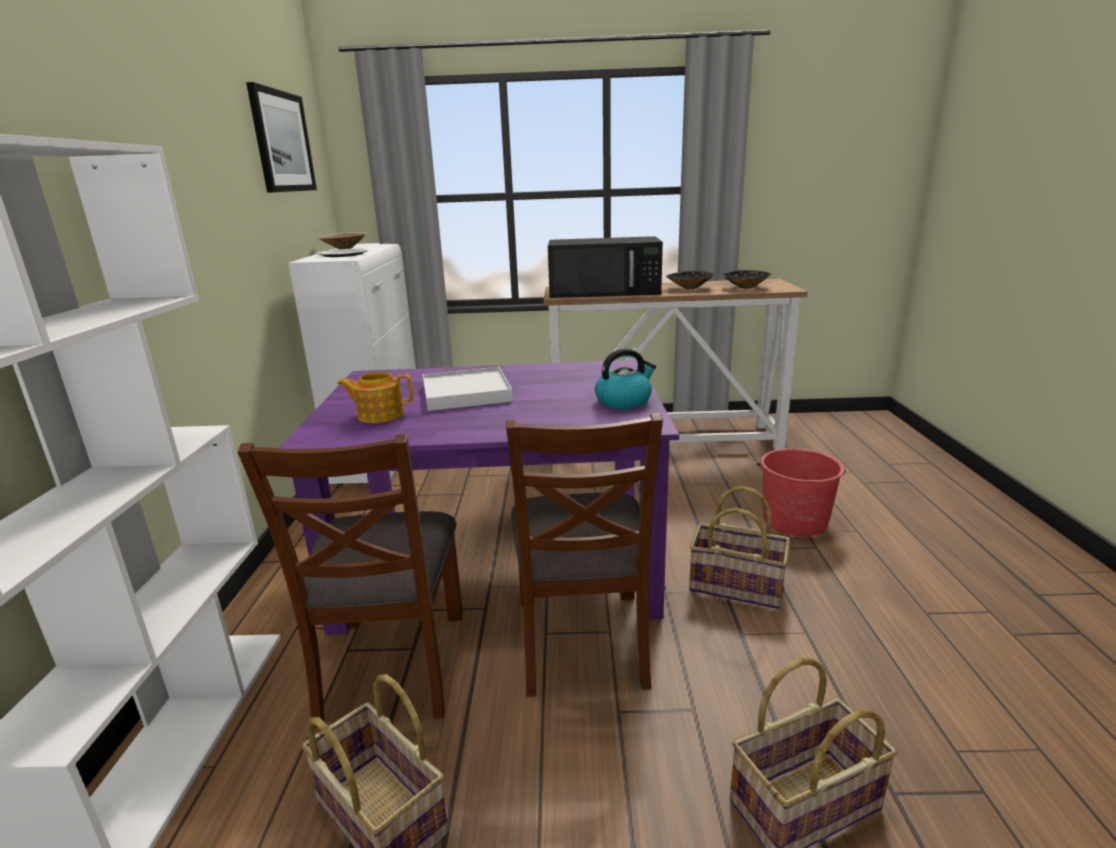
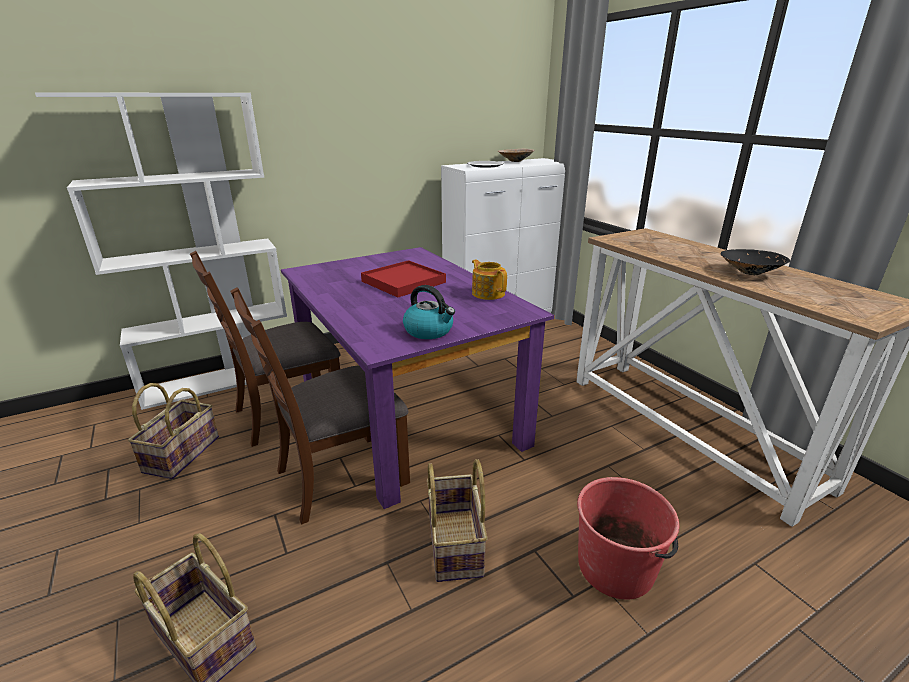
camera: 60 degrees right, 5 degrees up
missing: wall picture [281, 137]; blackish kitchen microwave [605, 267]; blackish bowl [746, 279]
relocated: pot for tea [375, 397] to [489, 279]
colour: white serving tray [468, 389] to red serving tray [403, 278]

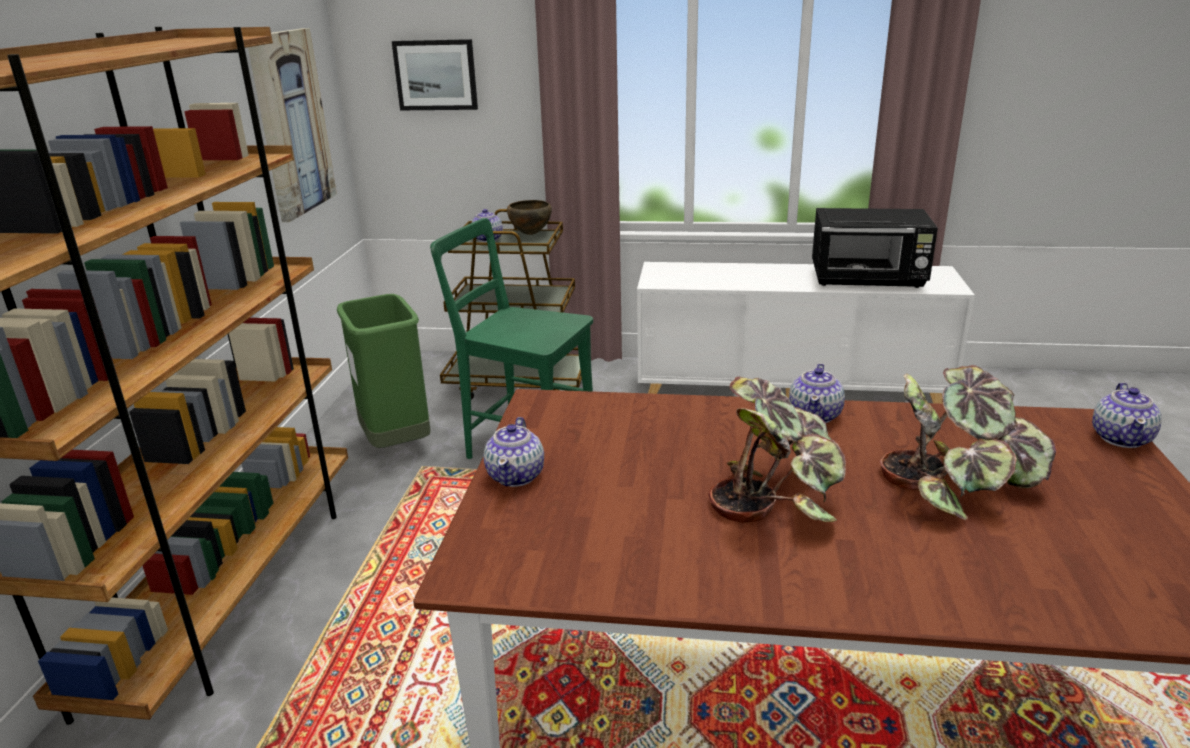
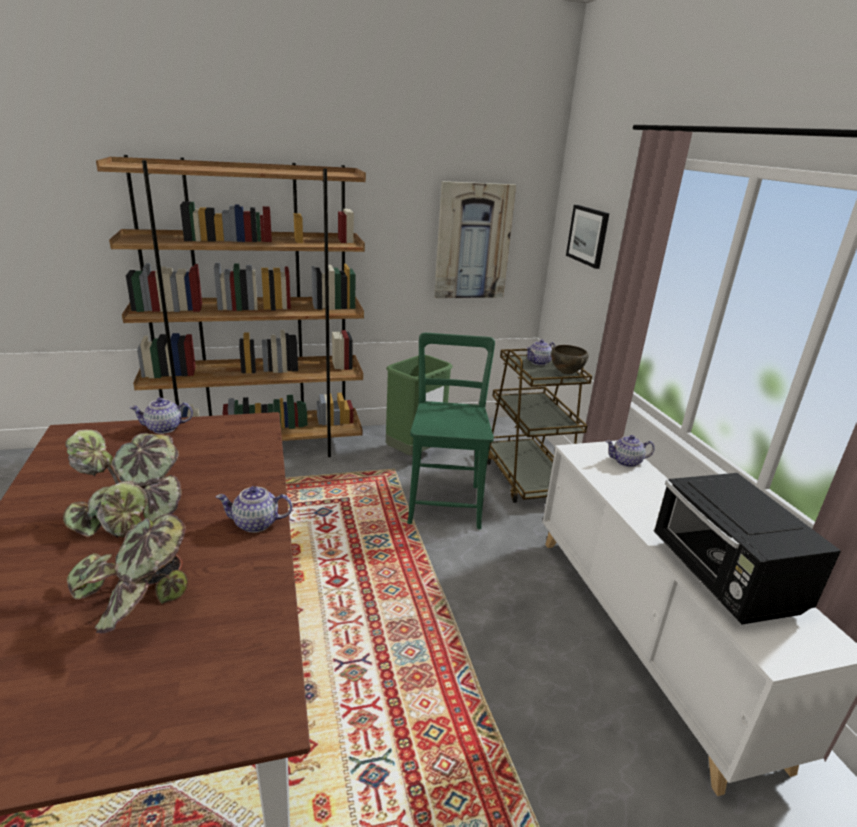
camera: 65 degrees right, 0 degrees up
relocated: pot for tea [1126, 415] to [630, 451]

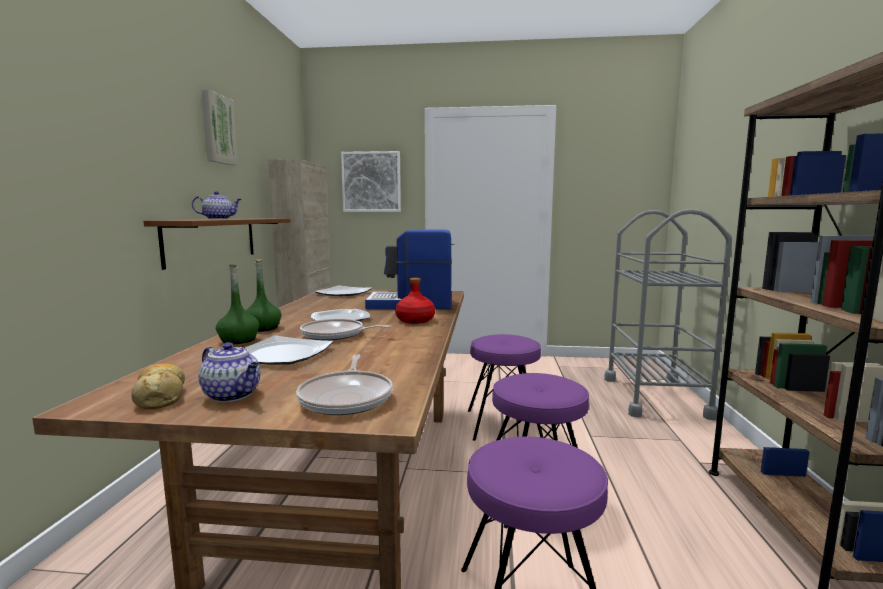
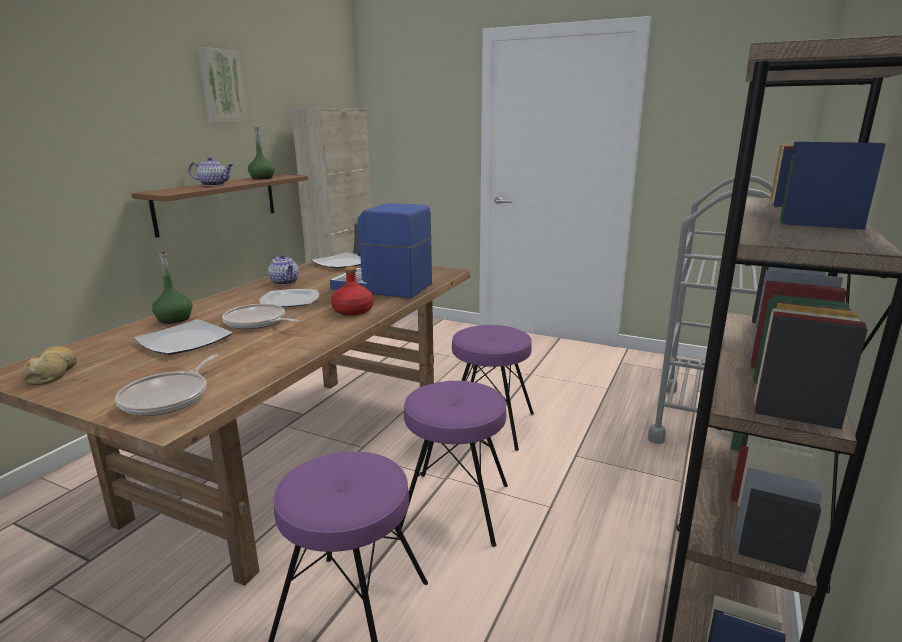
camera: 20 degrees right, 10 degrees up
missing: wall picture [371, 181]
relocated: pot for tea [229, 372] to [283, 269]; greenish beverage bottle [263, 295] to [261, 153]

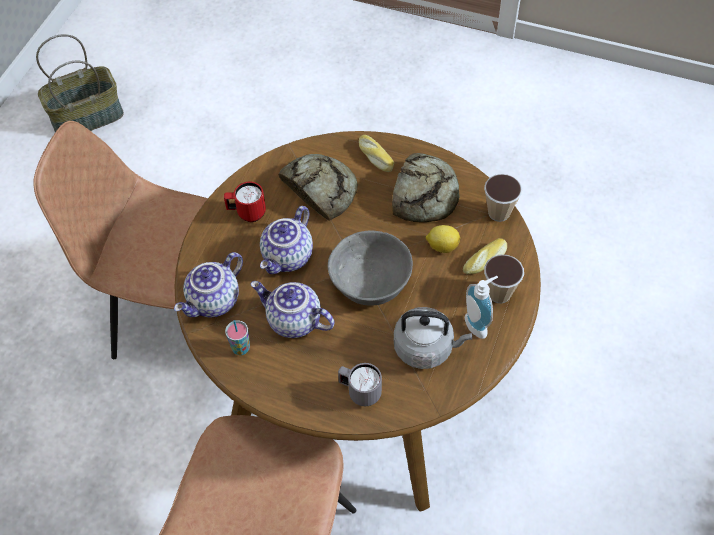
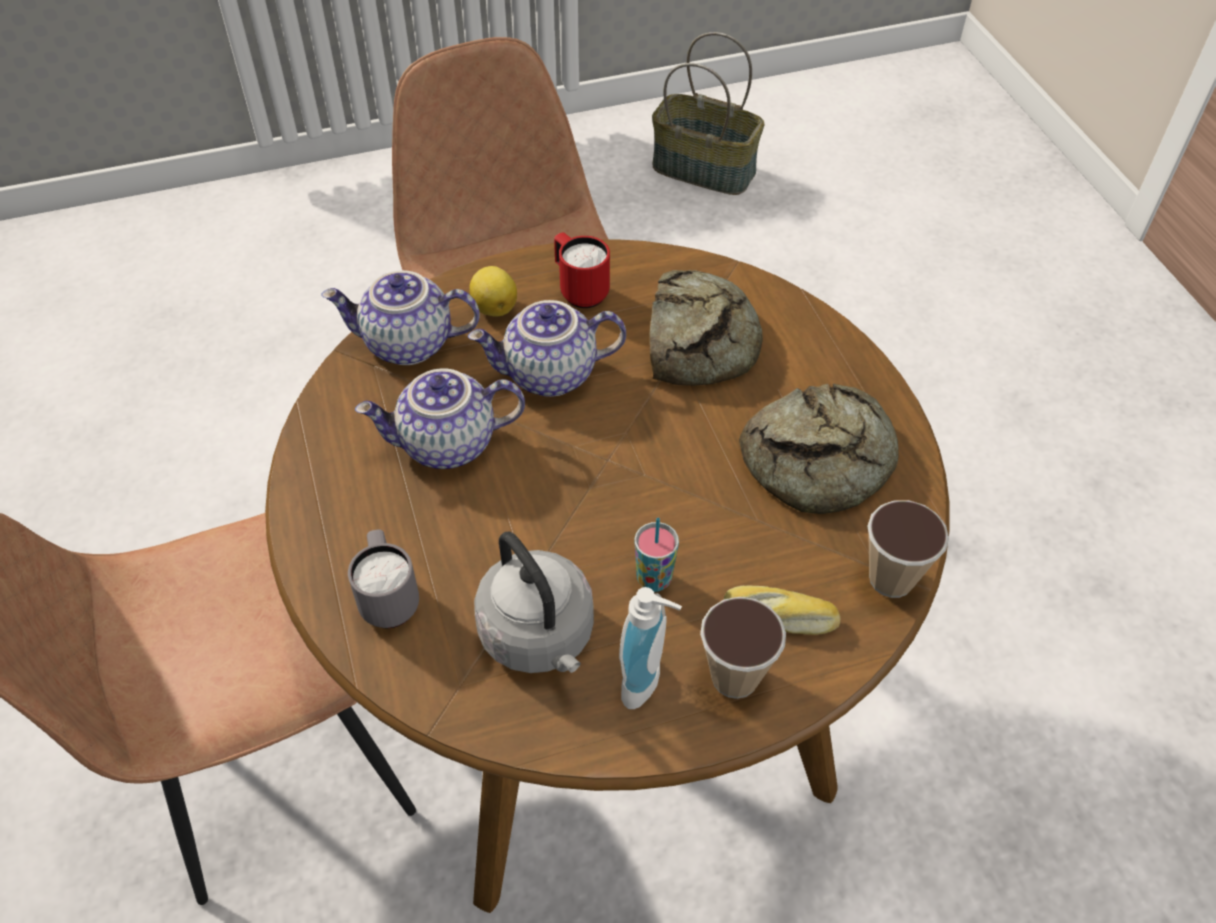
camera: 50 degrees right, 5 degrees down
missing: gray bowl [370, 268]; bread [376, 153]
relocated: small cup [237, 337] to [656, 554]; whole lemon [443, 239] to [493, 291]
spun: pot for tea [293, 309] = [440, 418] 90 degrees counterclockwise

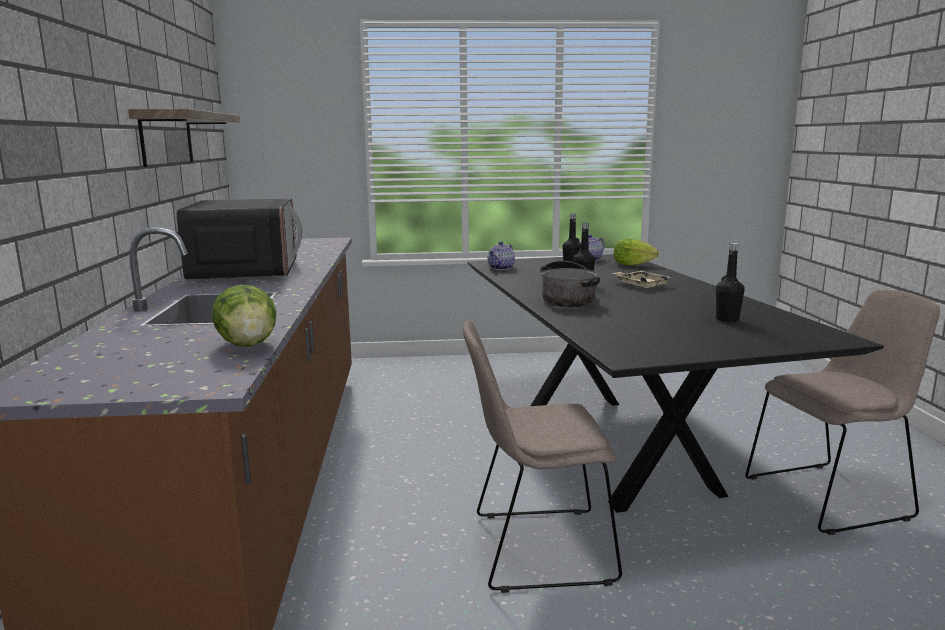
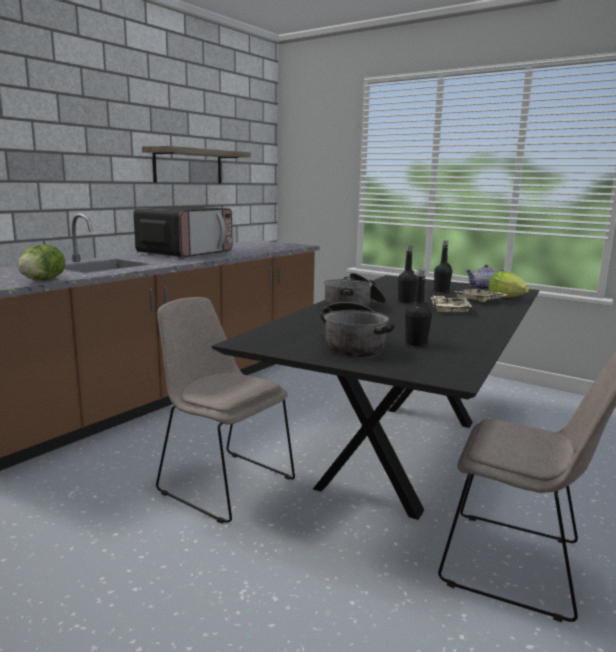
camera: 40 degrees right, 0 degrees up
missing: pot for tea [501, 255]
appeared: cooking pot [357, 329]; beige serving tray [481, 293]

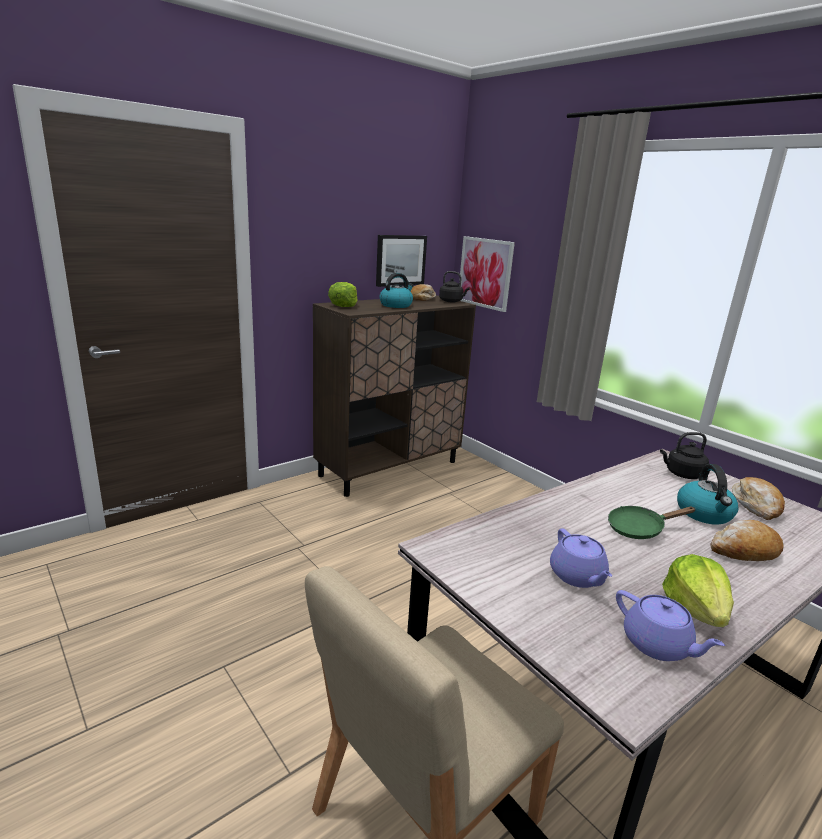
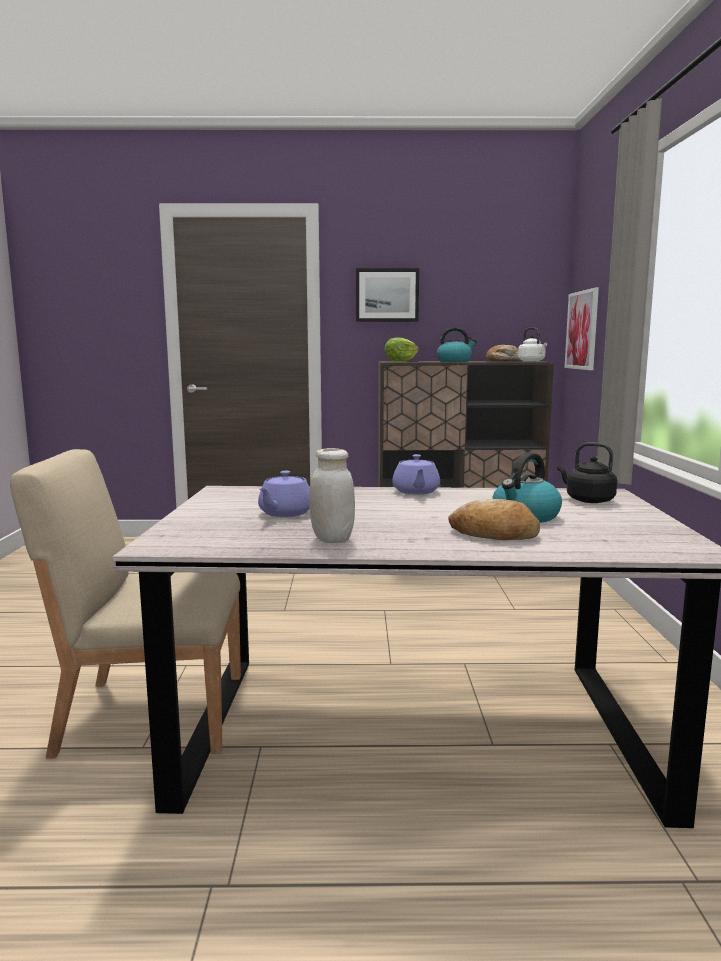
camera: 40 degrees right, 10 degrees down
missing: greenish skillet [652, 522]; bread [758, 498]
relocated: wall picture [401, 261] to [387, 295]; purple-coloured pot for tea [670, 625] to [416, 474]
exchanged: lettuce [698, 590] to white storage jar [332, 495]
colour: blackish kettle [454, 286] to white kettle [532, 344]

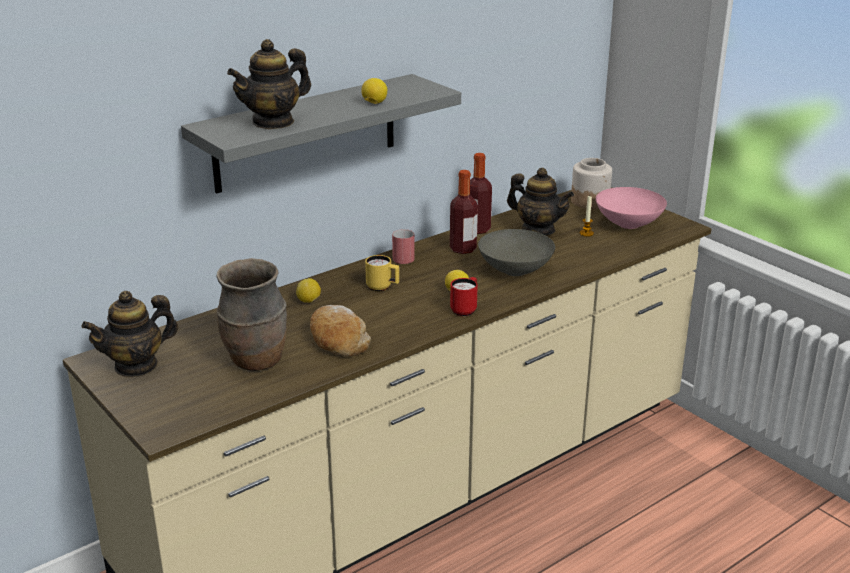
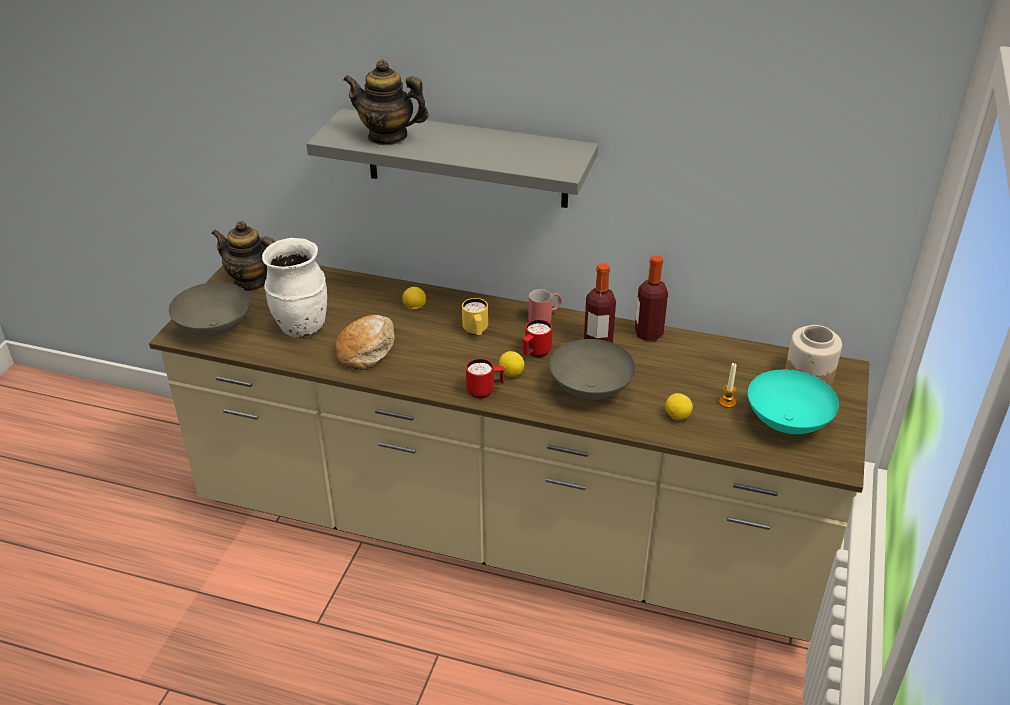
camera: 55 degrees right, 10 degrees up
missing: pot for tea [540, 201]
appeared: gray bowl [209, 309]; red tea mug [537, 338]
relocated: whole lemon [374, 91] to [679, 406]
colour: brownish flower vase [252, 314] to white flower vase [294, 288]; pink bowl [631, 208] to turquoise-coloured bowl [793, 401]

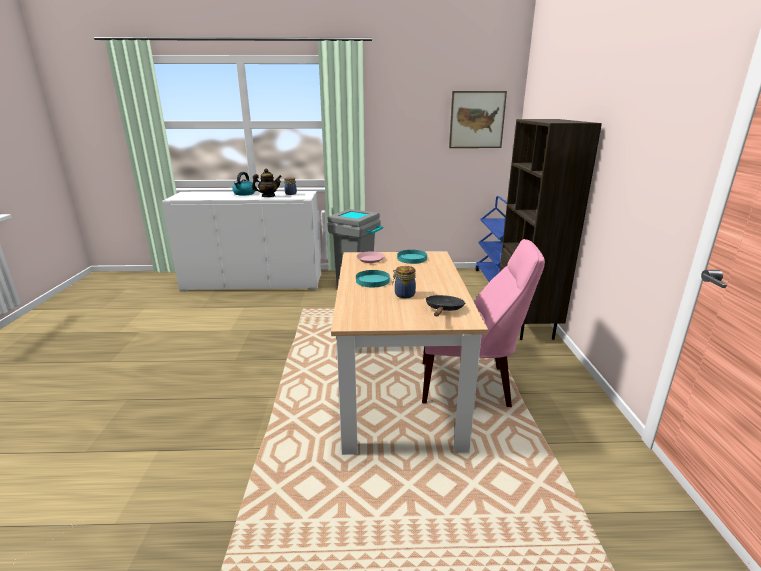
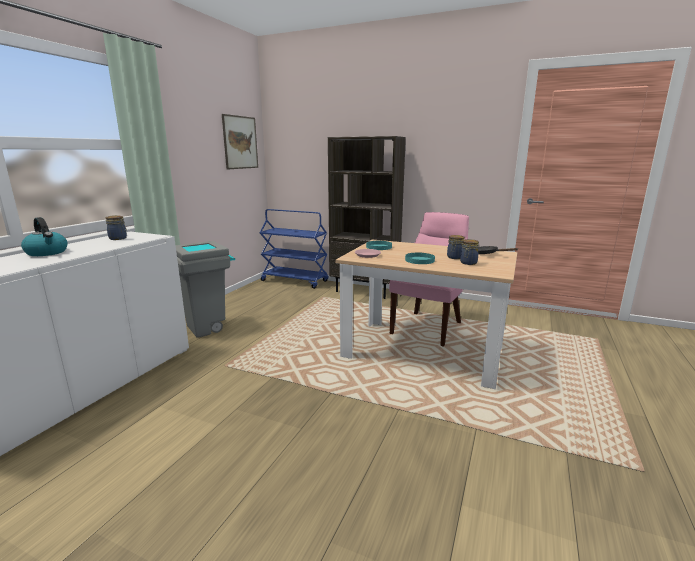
camera: 65 degrees left, 5 degrees down
missing: pot for tea [267, 182]
appeared: storage jar [469, 252]

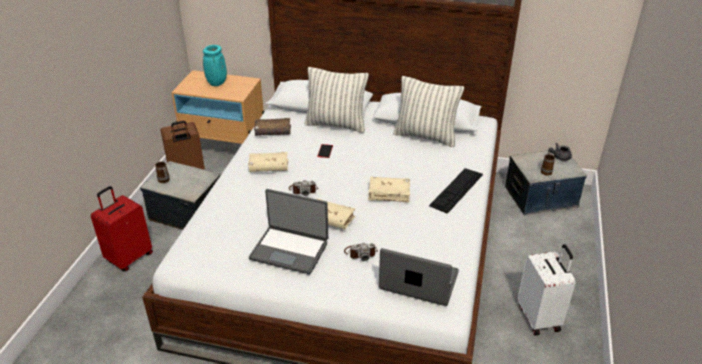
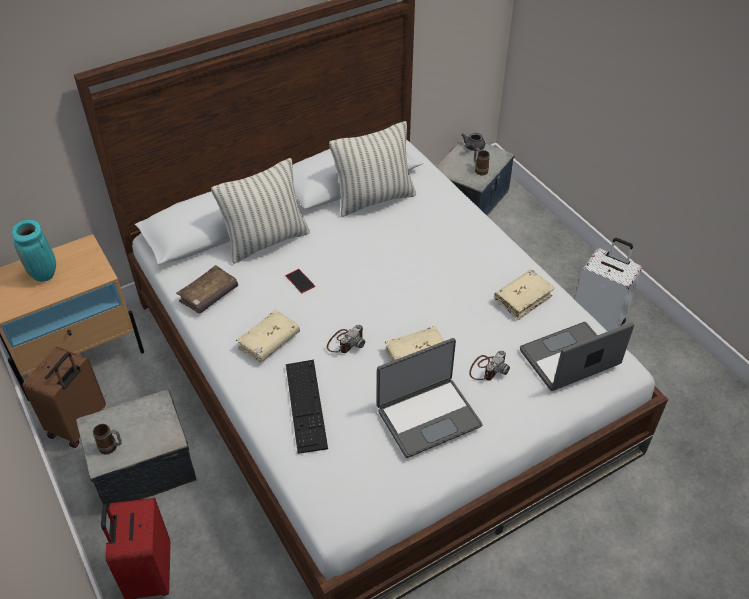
camera: 45 degrees left, 10 degrees up
relocated: beige bound book [389, 189] to [524, 295]; computer keyboard [456, 191] to [307, 407]

